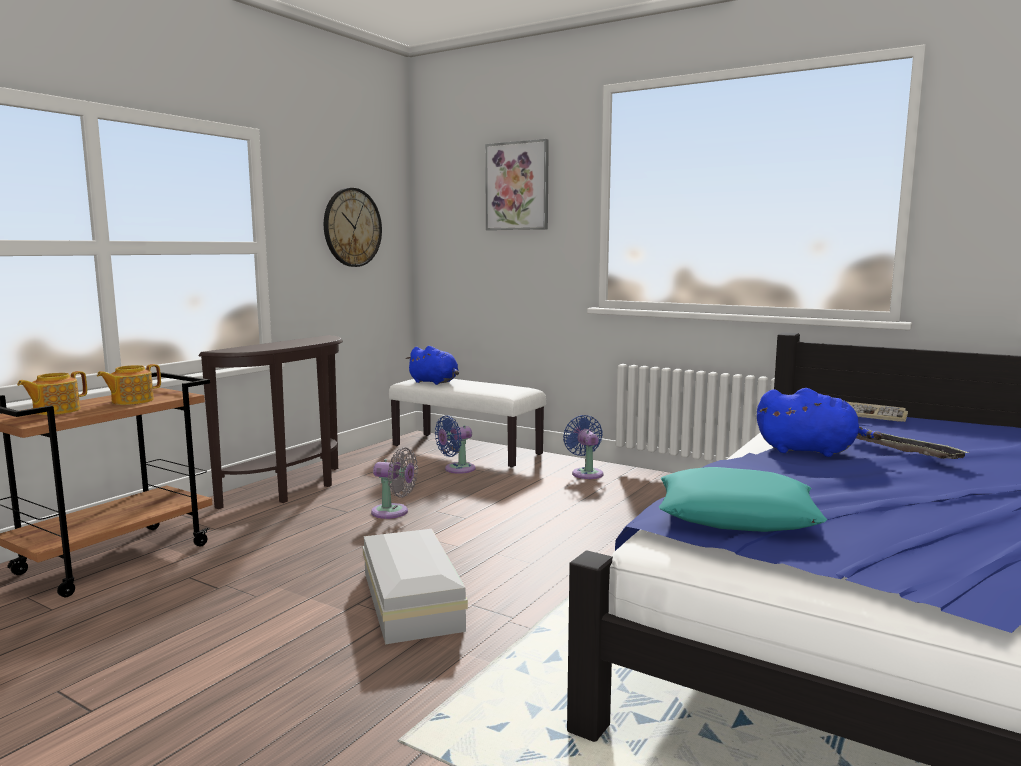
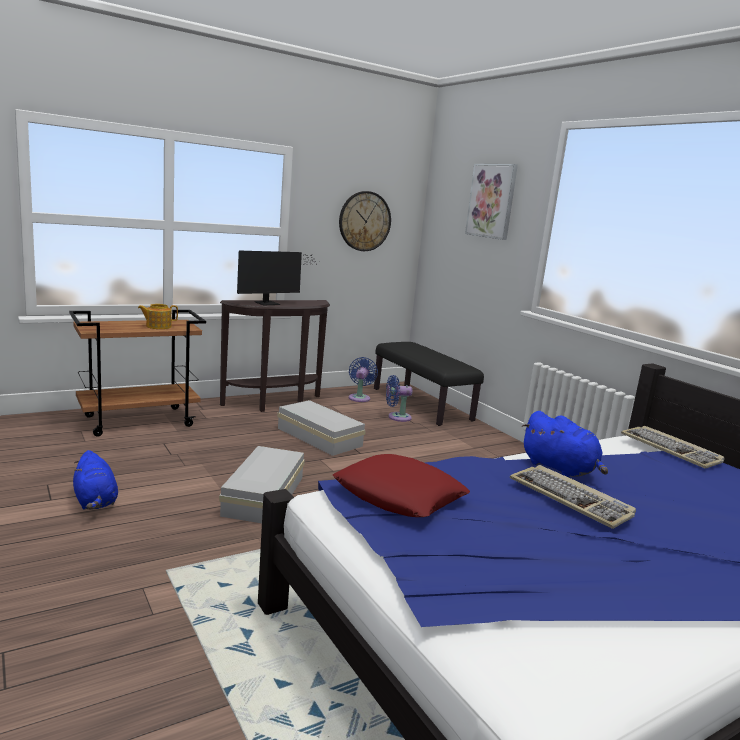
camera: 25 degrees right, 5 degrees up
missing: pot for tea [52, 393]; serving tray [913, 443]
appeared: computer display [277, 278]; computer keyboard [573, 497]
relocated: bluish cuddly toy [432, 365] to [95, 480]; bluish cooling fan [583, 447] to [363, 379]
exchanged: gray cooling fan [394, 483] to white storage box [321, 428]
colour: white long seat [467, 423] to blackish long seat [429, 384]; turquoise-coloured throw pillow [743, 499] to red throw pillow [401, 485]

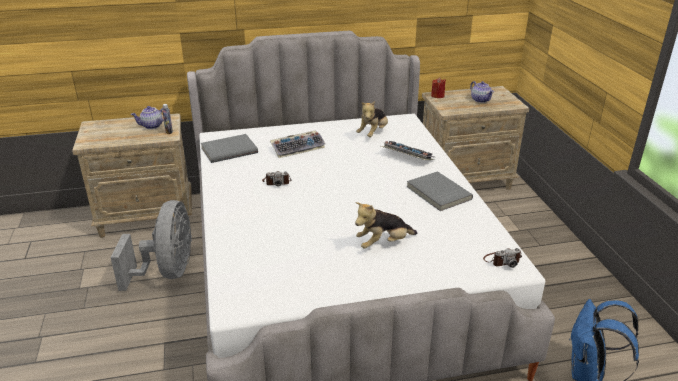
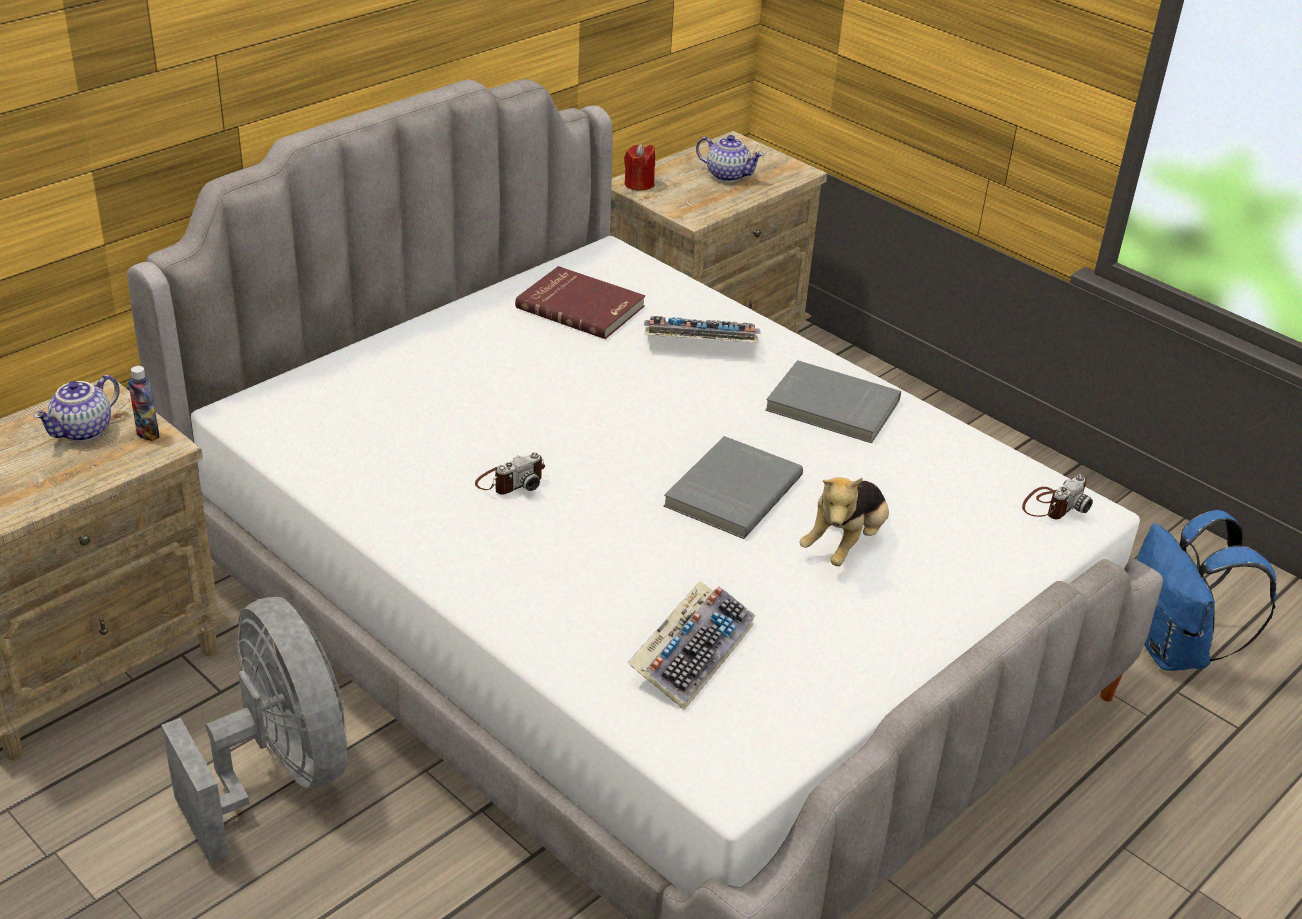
camera: 35 degrees left, 5 degrees up
relocated: gray bound book [229, 148] to [733, 487]; computer keyboard [297, 144] to [692, 645]
exchanged: cuddly toy [372, 119] to red bound book [580, 302]

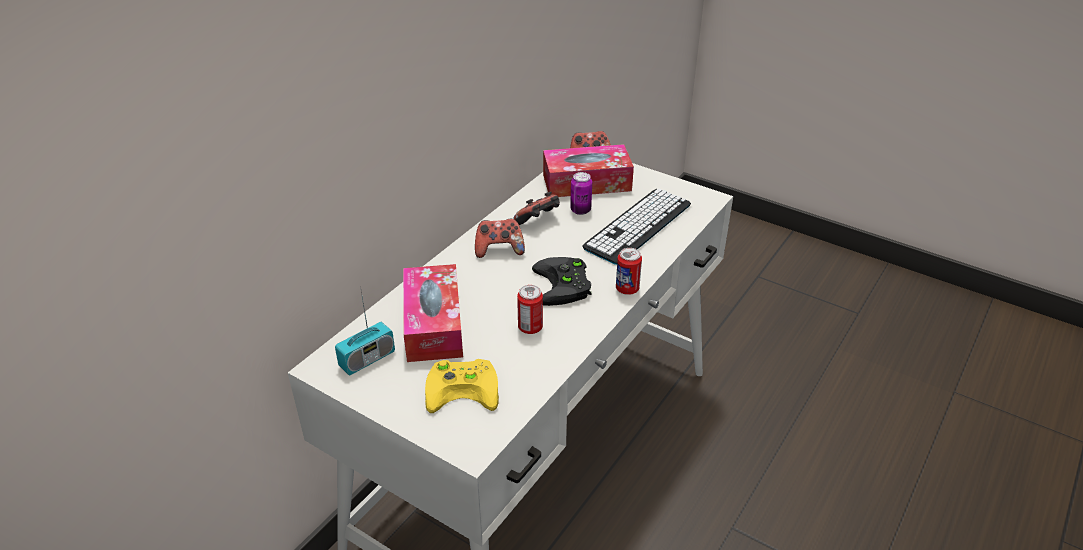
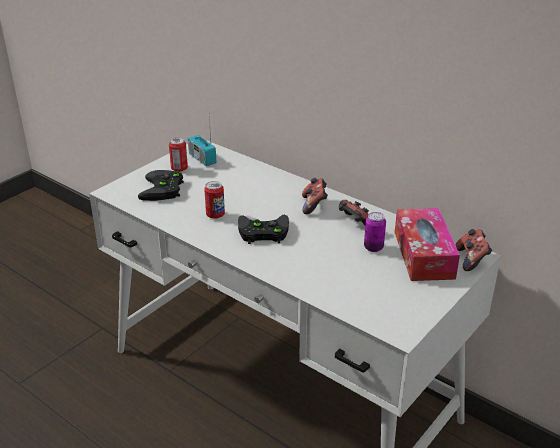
camera: 95 degrees right, 5 degrees down
missing: box of tissues [433, 313]; computer keyboard [636, 226]
relocated: sealed can [629, 271] to [178, 155]
colour: yellow joypad [462, 386] to blackish joypad [161, 185]

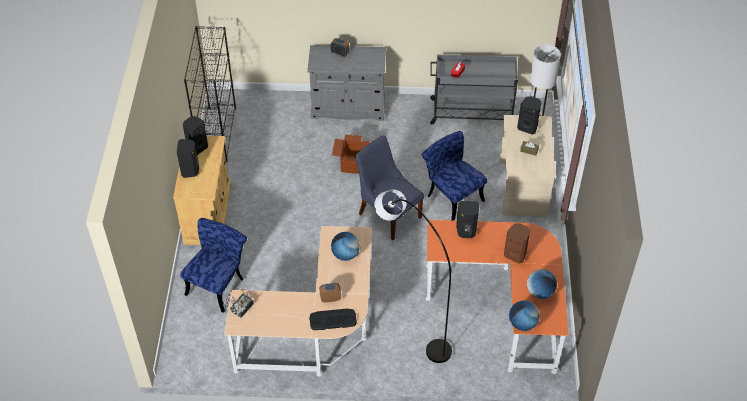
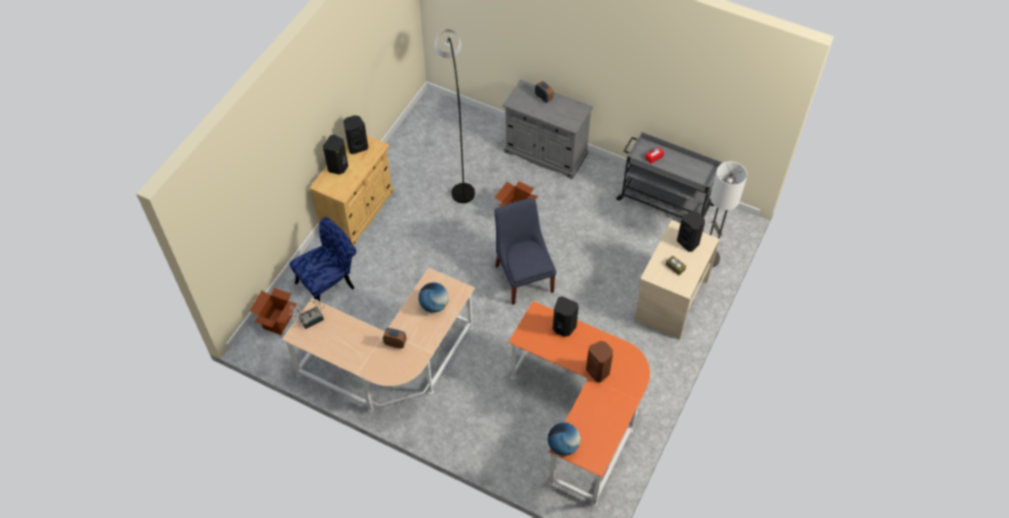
camera: 25 degrees right, 5 degrees up
missing: blackish bookcase [210, 94]; computer keyboard [333, 319]; bluish upright chair [454, 176]; globe [542, 284]
appeared: carton [273, 311]
relocated: gray floor lamp [413, 276] to [454, 116]

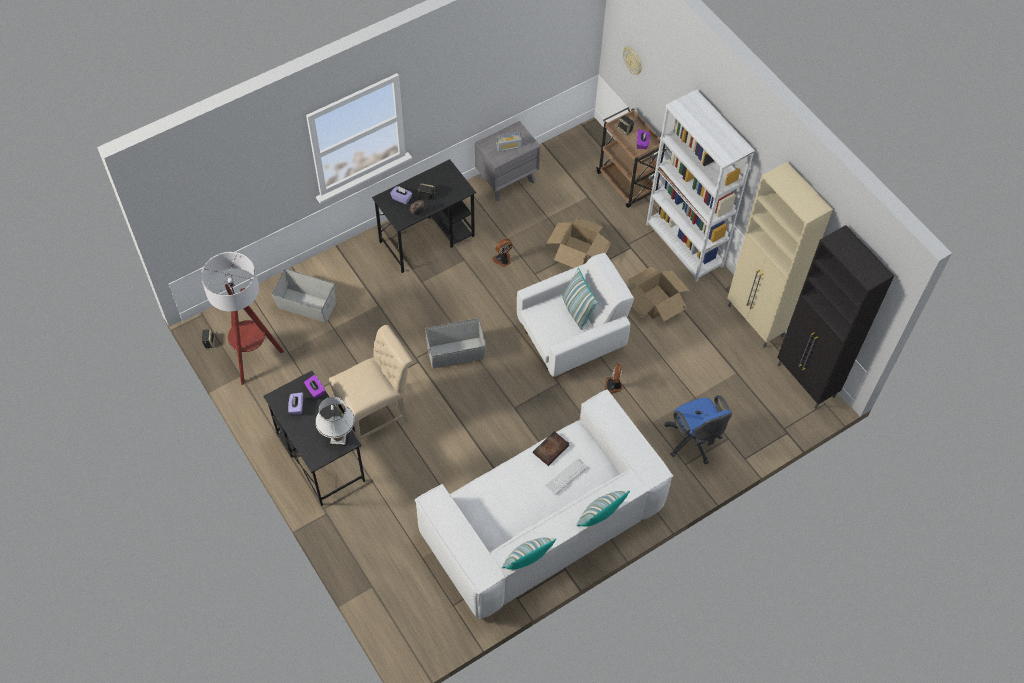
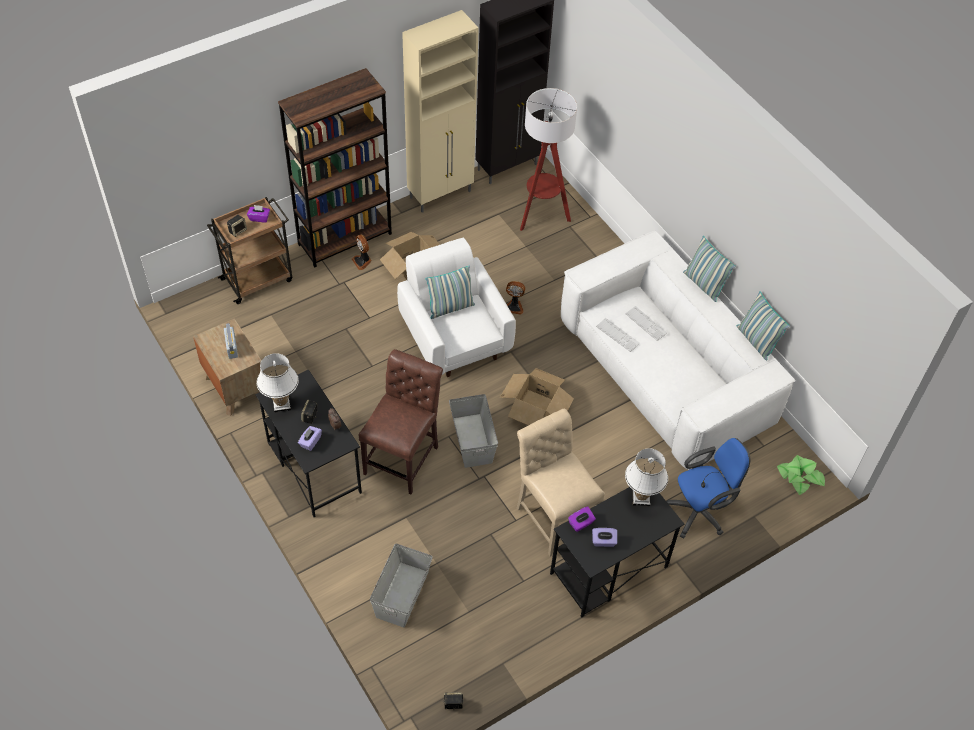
camera: 90 degrees left, 5 degrees down
missing: hanging clock [632, 61]
appeared: white table lamp [278, 383]; brownish upright chair [401, 421]; plant in a pot [801, 475]
relocated: floor lamp [242, 318] to [548, 159]; cooling fan [502, 253] to [362, 252]; carton [578, 242] to [537, 396]; bluish computer chair [698, 429] to [708, 488]
exchanged: bound book [551, 448] to computer keyboard [618, 335]
colour: gray night table [507, 161] to brownish night table [228, 367]; white bookcase [700, 185] to brownish bookcase [335, 168]

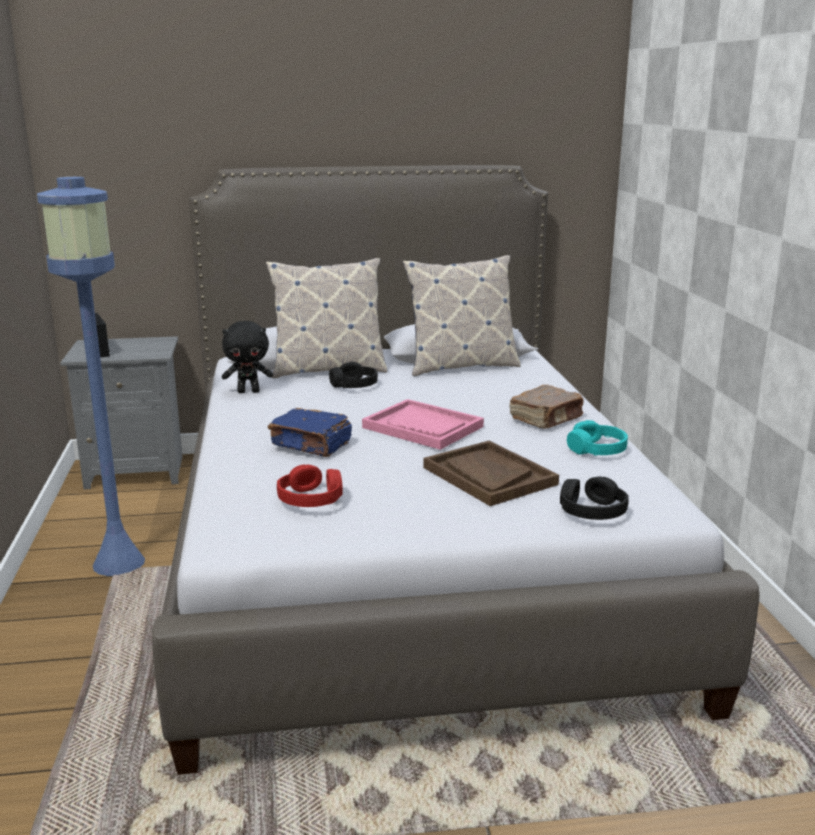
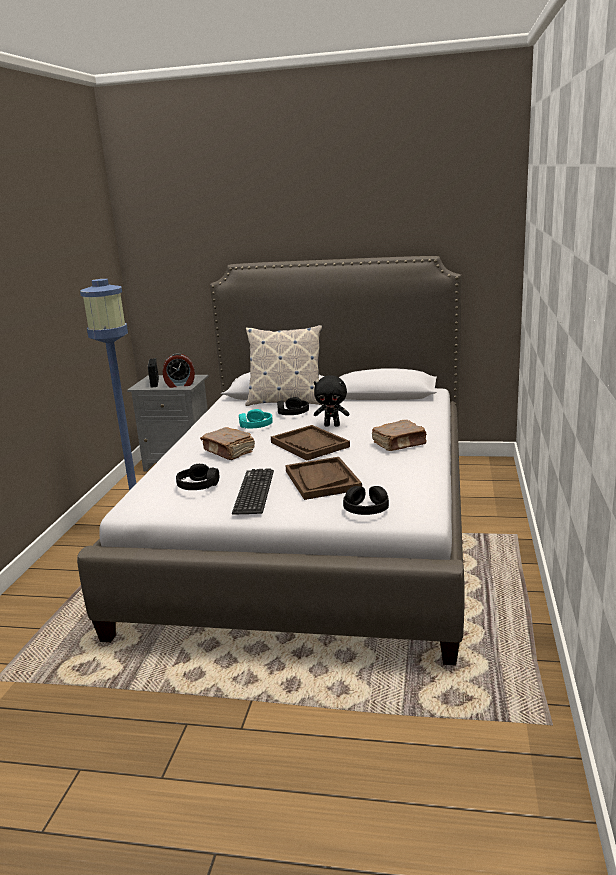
camera: 20 degrees right, 0 degrees up
missing: throw pillow [462, 315]
appeared: alarm clock [179, 370]; computer keyboard [253, 491]
relocated: blackish cuddly toy [247, 357] to [332, 401]; turquoise-coloured headset [597, 438] to [256, 419]
colour: bluish bound book [310, 432] to brownish bound book [227, 443]; red headset [310, 485] to blackish headset [197, 477]; pink serving tray [423, 424] to brownish serving tray [310, 442]

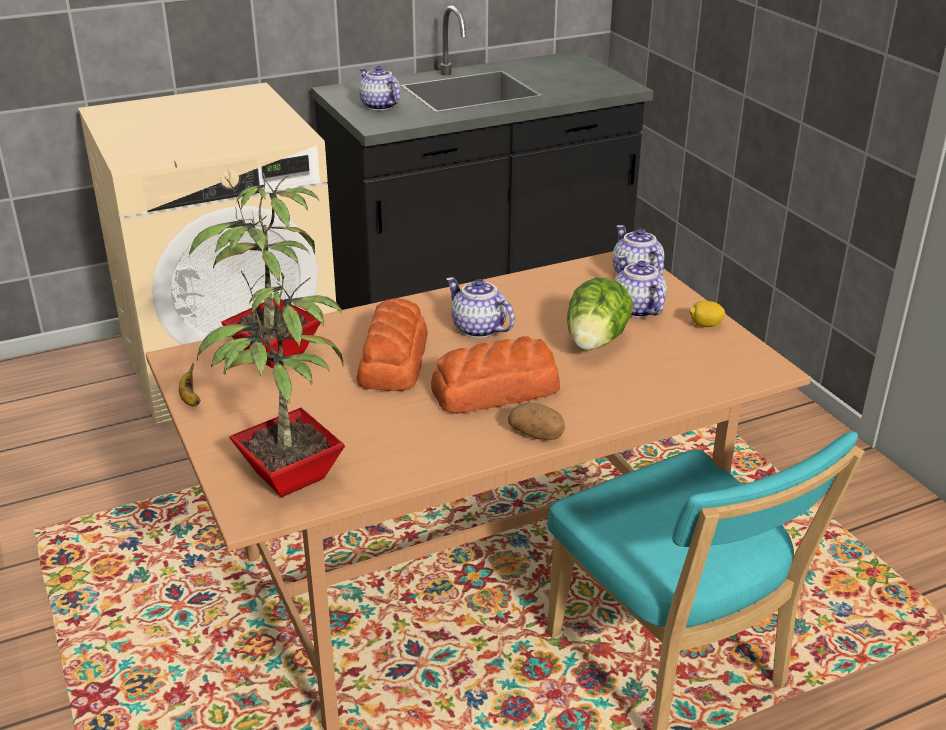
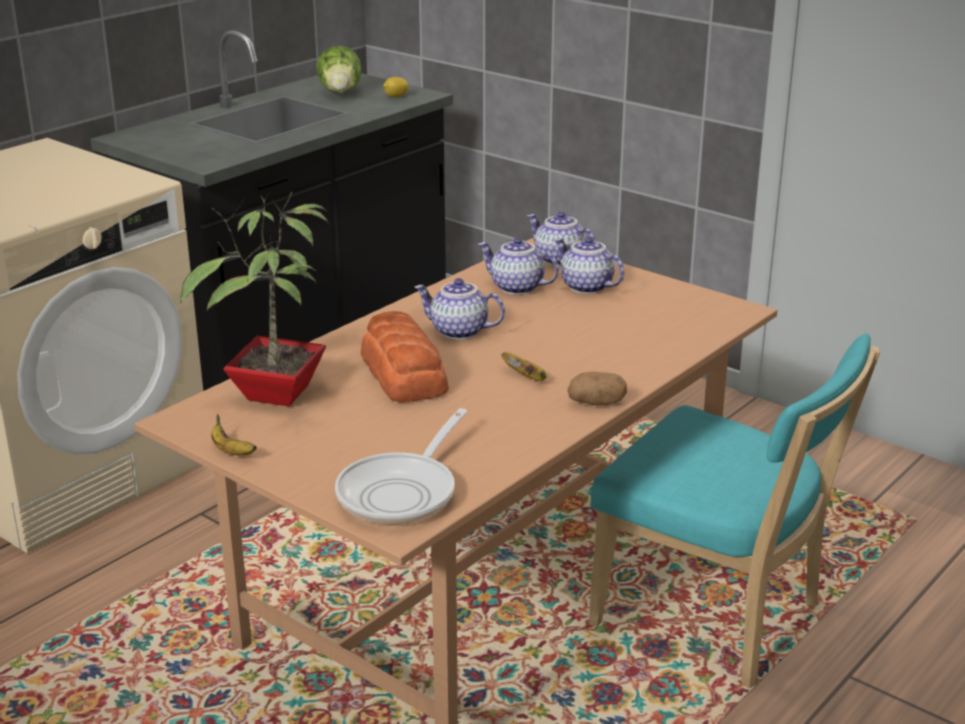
camera: 25 degrees left, 5 degrees down
relocated: pot for tea [379, 88] to [518, 266]; lettuce [600, 314] to [338, 69]; whole lemon [707, 314] to [396, 87]
exchanged: plant in a pot [271, 384] to skillet [401, 466]; bread [495, 375] to whole banana [524, 366]

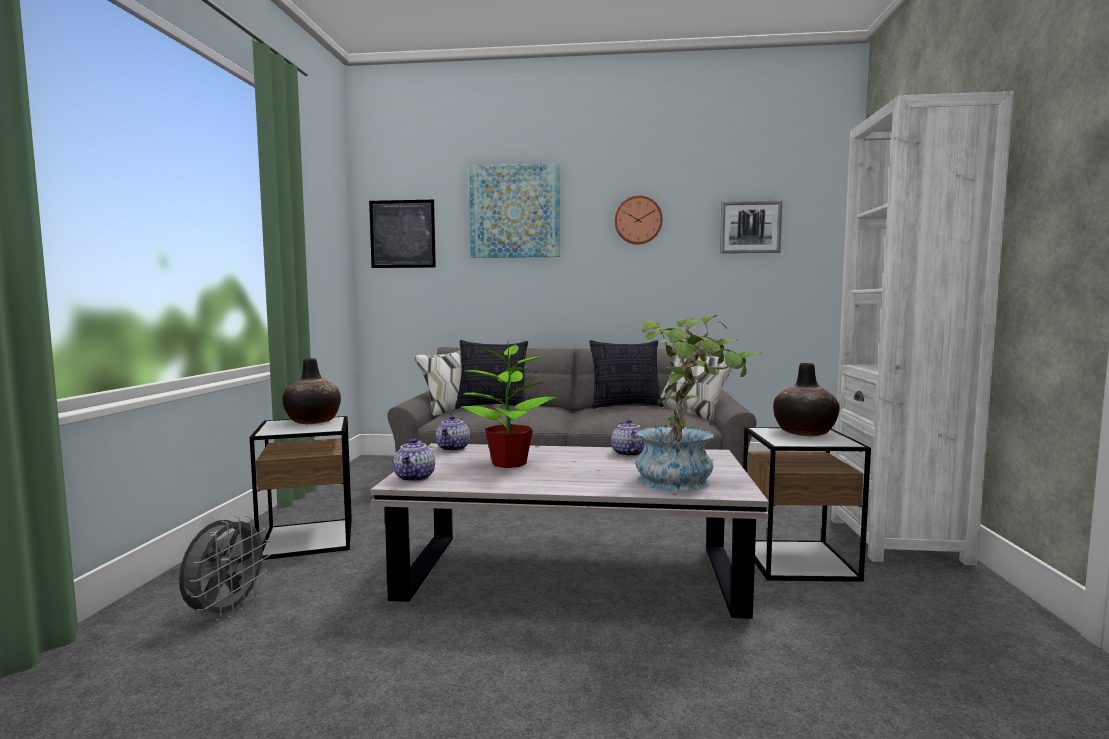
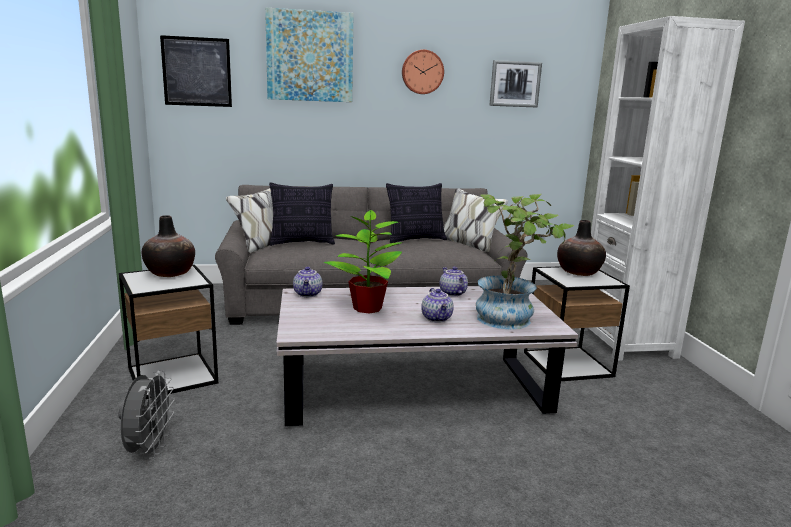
camera: 15 degrees left, 10 degrees up
relocated: pot for tea [414, 460] to [437, 305]

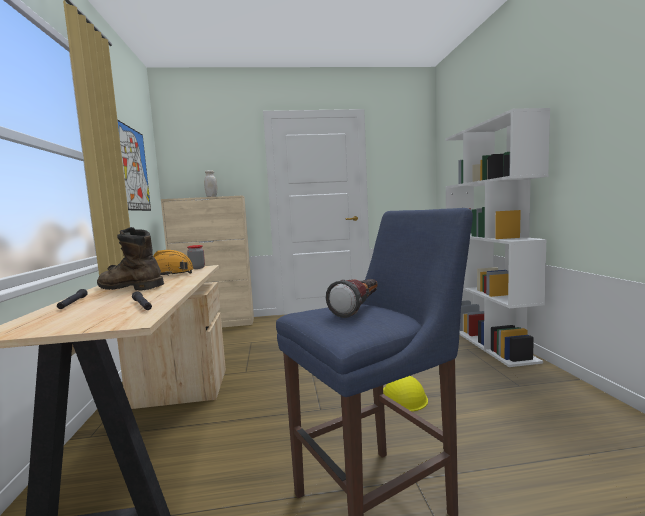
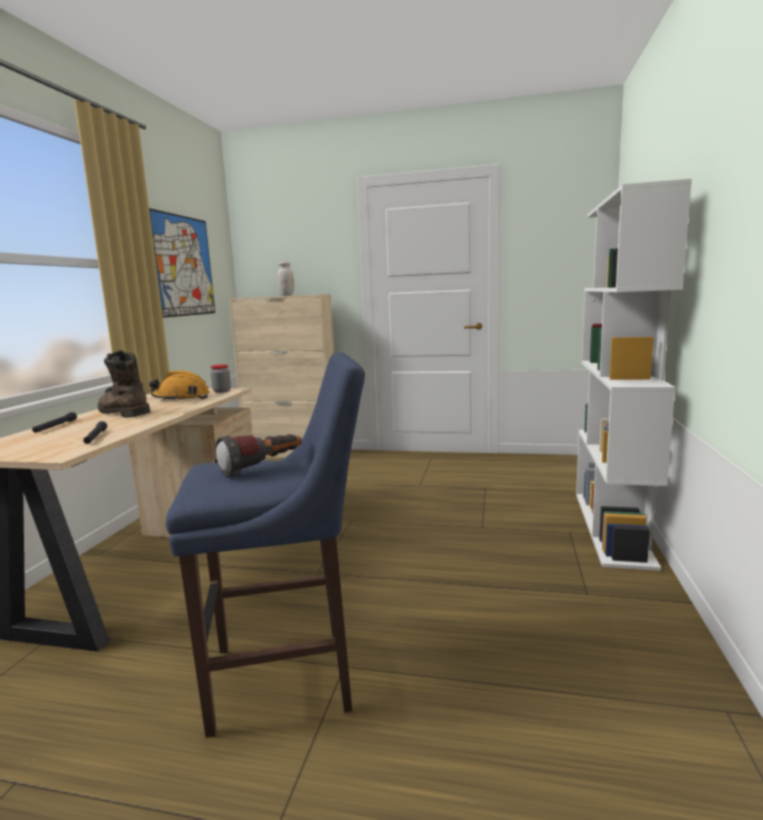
camera: 20 degrees right, 5 degrees up
missing: yellow safety helmet [405, 393]

